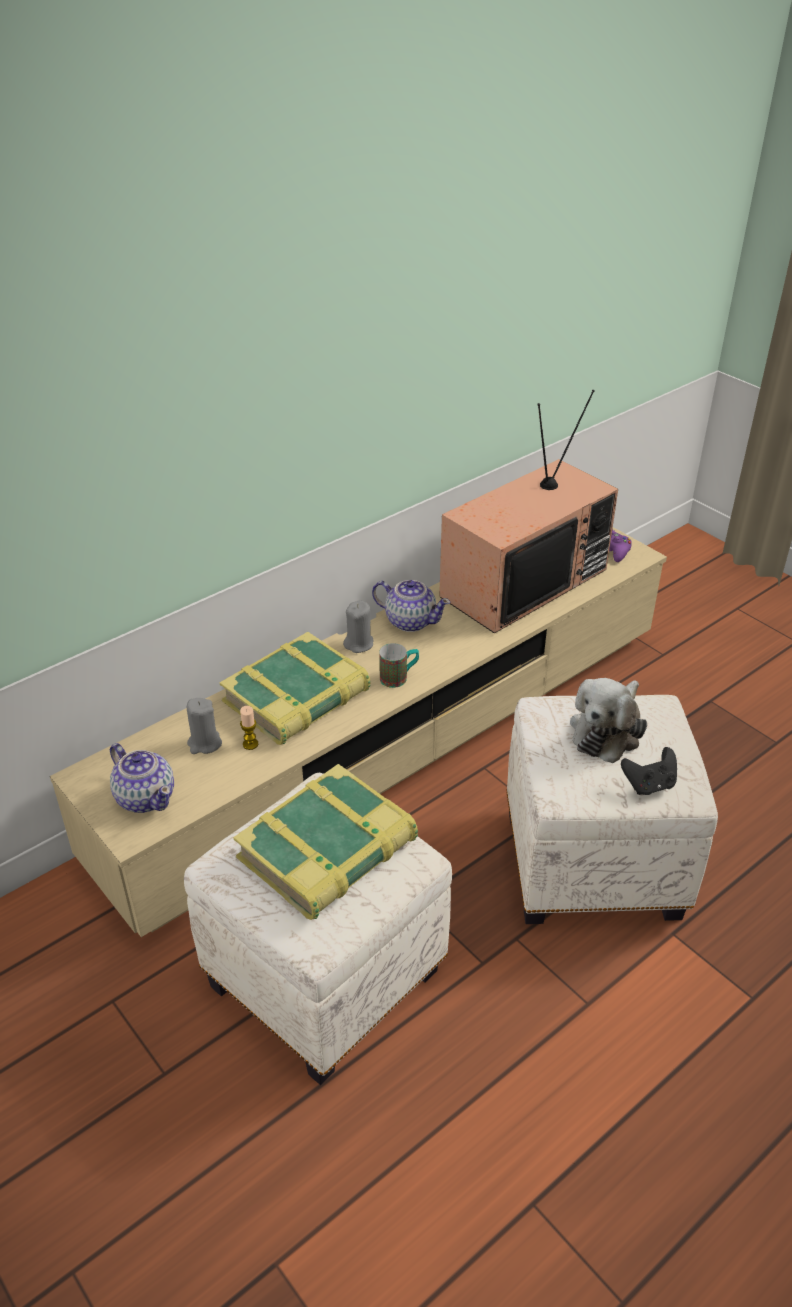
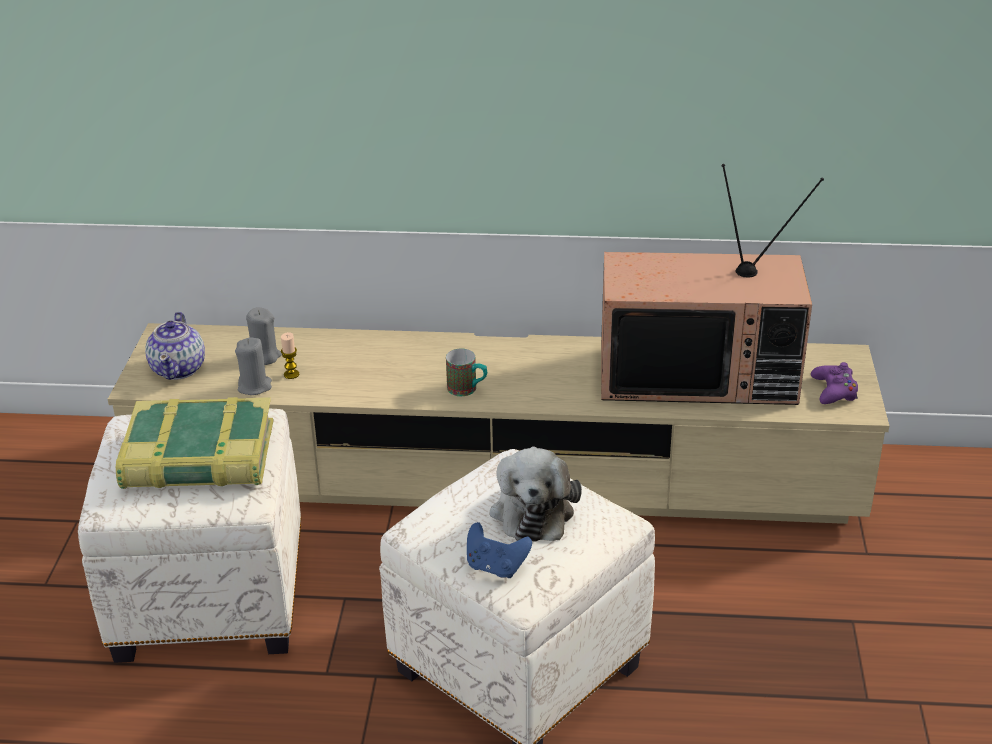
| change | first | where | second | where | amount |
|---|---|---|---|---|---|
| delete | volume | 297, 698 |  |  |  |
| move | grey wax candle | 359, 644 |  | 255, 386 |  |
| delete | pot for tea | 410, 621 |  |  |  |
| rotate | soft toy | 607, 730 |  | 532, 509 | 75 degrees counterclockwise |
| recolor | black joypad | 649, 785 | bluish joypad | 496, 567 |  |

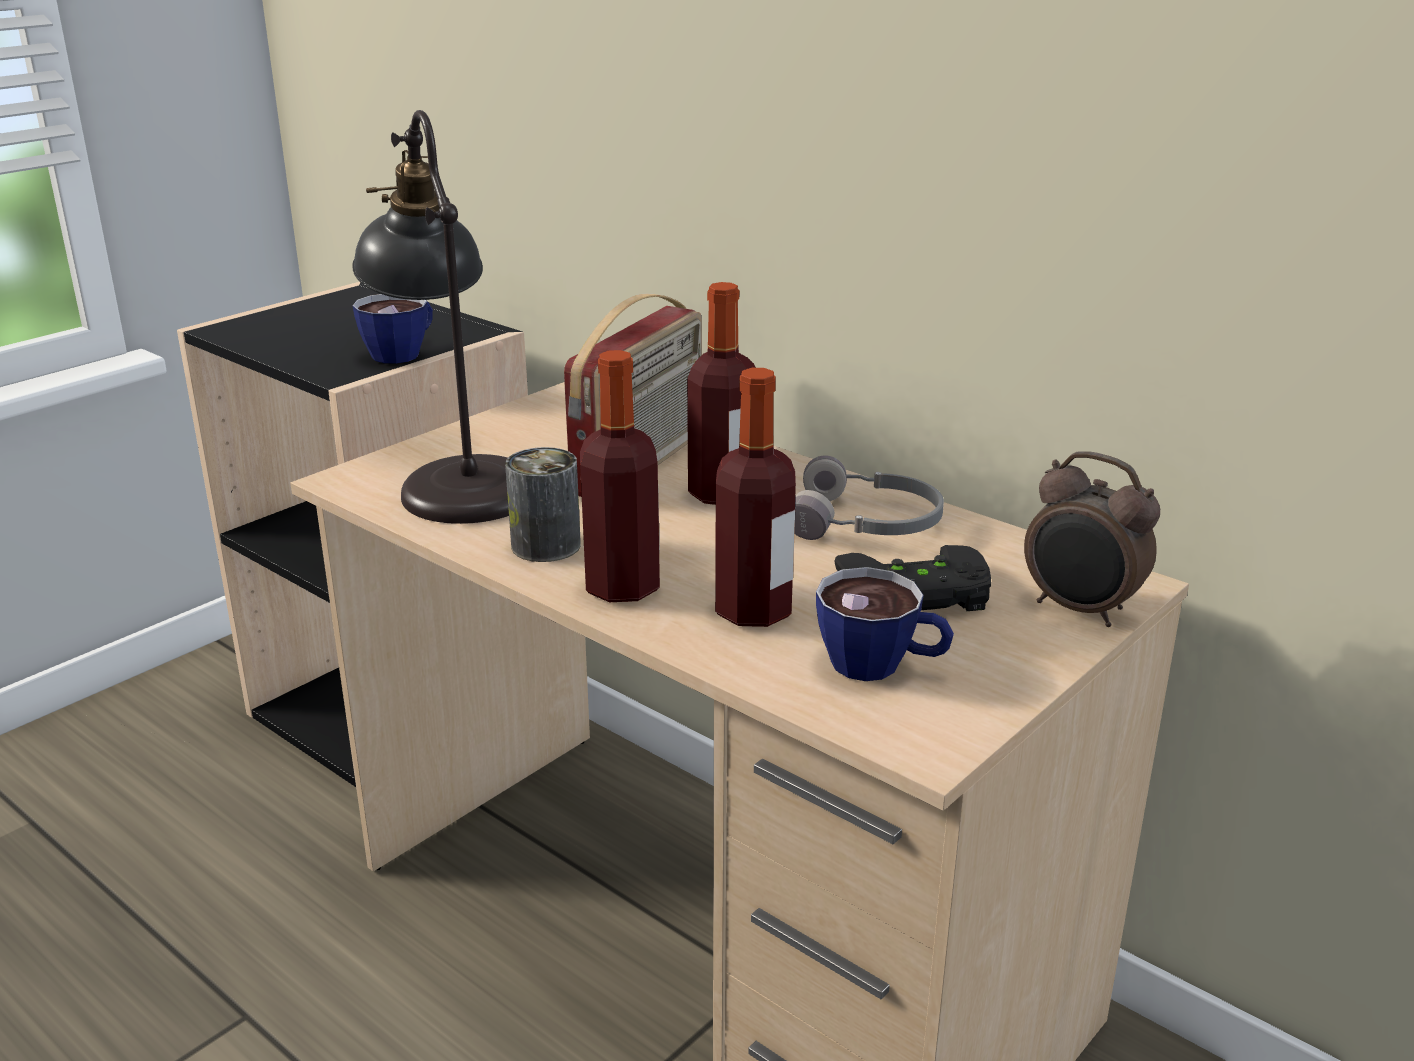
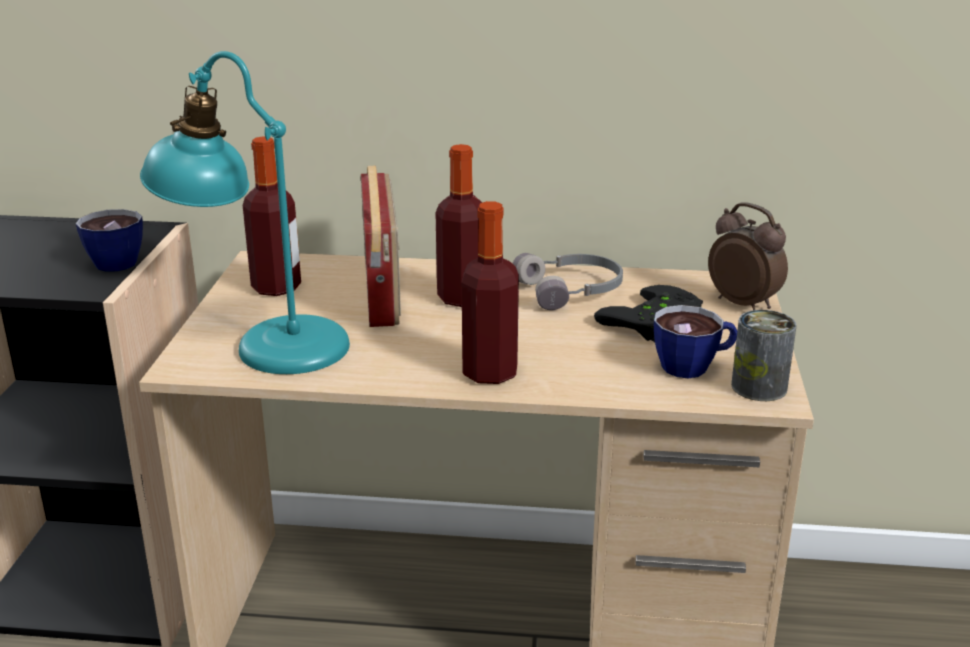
| change | first | where | second | where | amount |
|---|---|---|---|---|---|
| recolor | grey tabletop lamp | 451, 470 | turquoise tabletop lamp | 255, 336 |  |
| move | can | 546, 545 |  | 759, 387 |  |
| move | bottle | 753, 611 |  | 276, 287 |  |
| rotate | table clock | 1080, 610 |  | 743, 303 | 135 degrees counterclockwise |

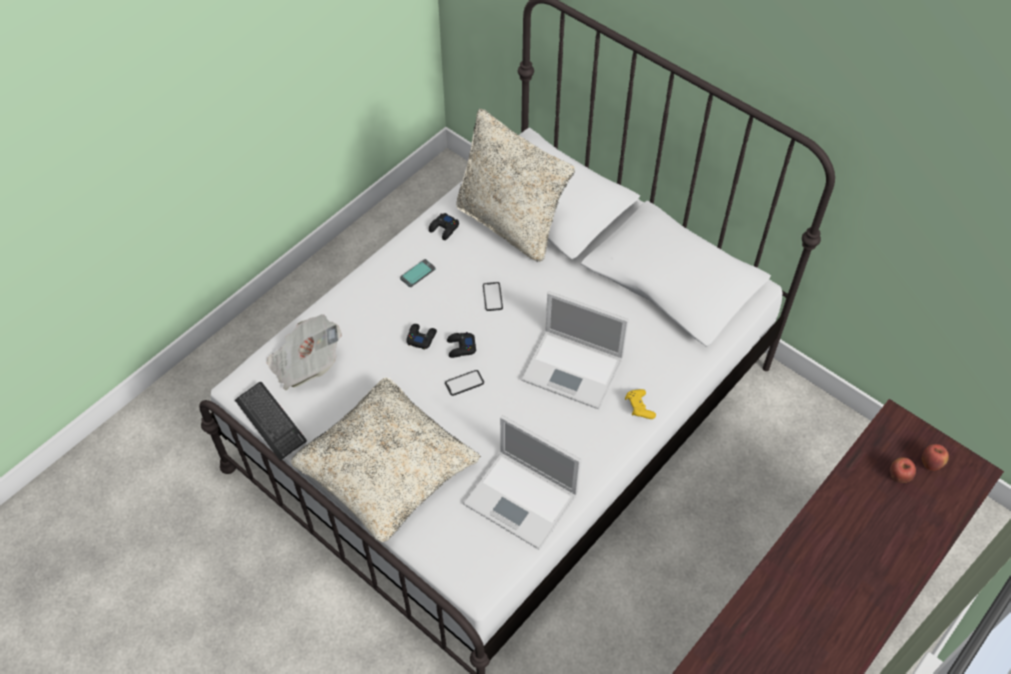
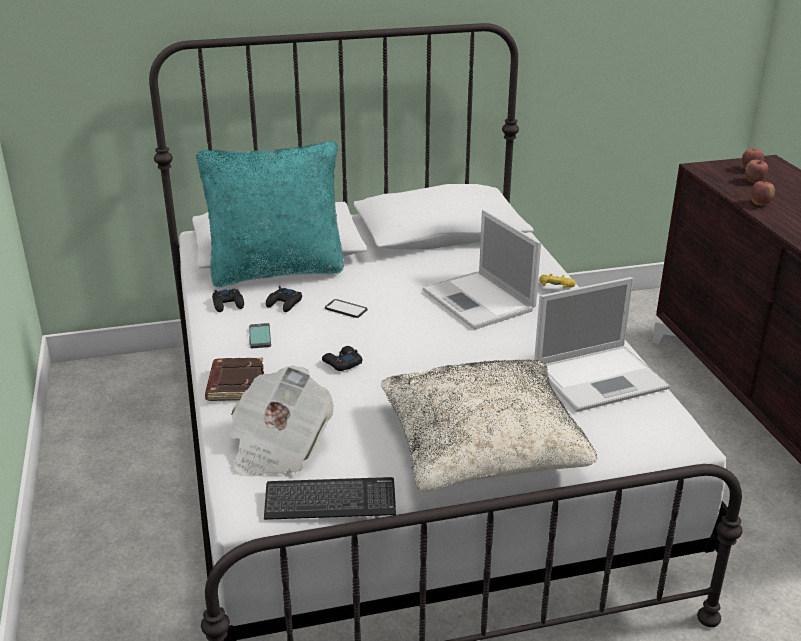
| change | first | where | second | where | amount |
|---|---|---|---|---|---|
| delete | phone | 464, 383 |  |  |  |
| move | black joypad | 461, 347 |  | 284, 304 |  |
| recolor | beige throw pillow | 510, 227 | turquoise throw pillow | 278, 273 |  |
| rotate | portable computer | 574, 369 |  | 480, 301 | 90 degrees clockwise |
| insert |  |  | brownish volume | 234, 384 |  |
| insert |  |  | whole apple | 760, 204 |  |

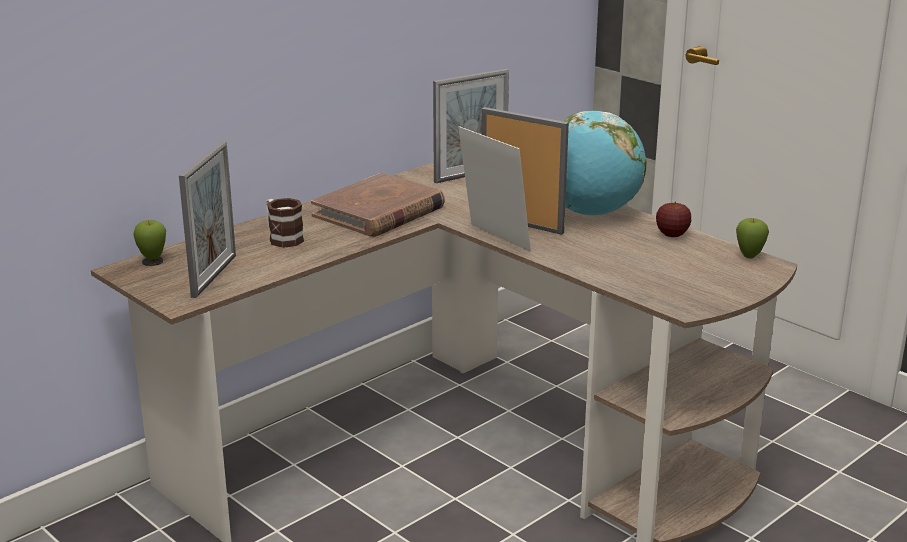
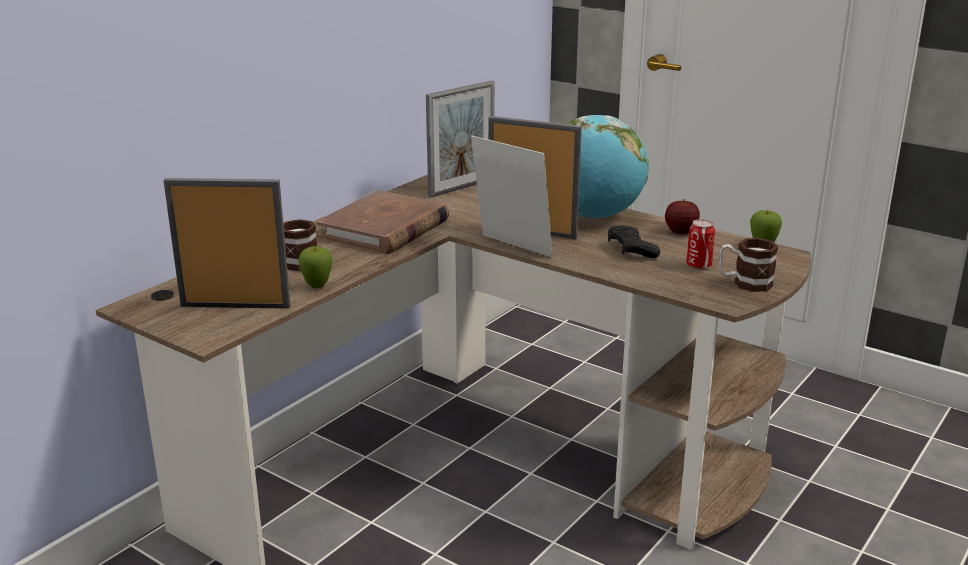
| change | first | where | second | where | amount |
|---|---|---|---|---|---|
| move | whole apple | 152, 258 |  | 317, 287 |  |
| rotate | photo frame | 214, 276 |  | 235, 306 | 90 degrees counterclockwise |
| insert |  |  | black joypad | 631, 250 |  |
| insert |  |  | can | 698, 265 |  |
| insert |  |  | tea mug | 744, 283 |  |

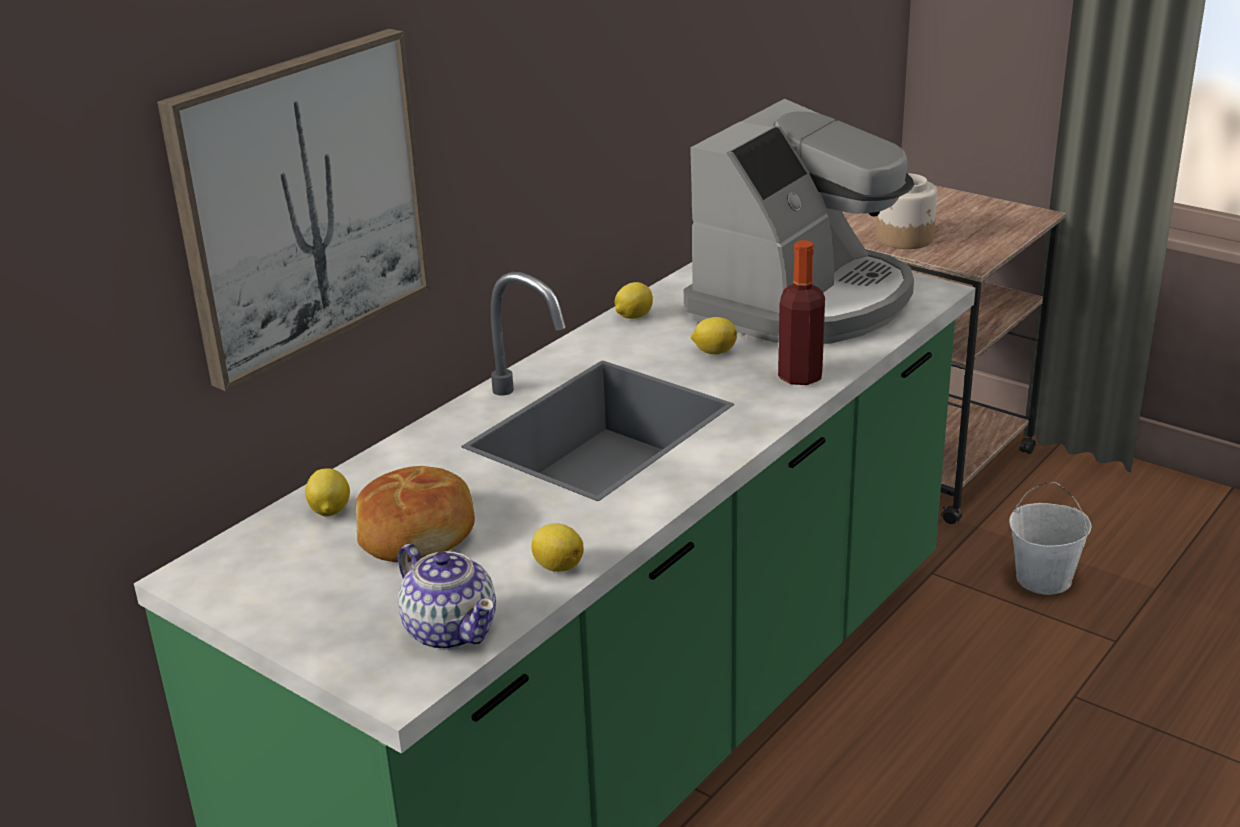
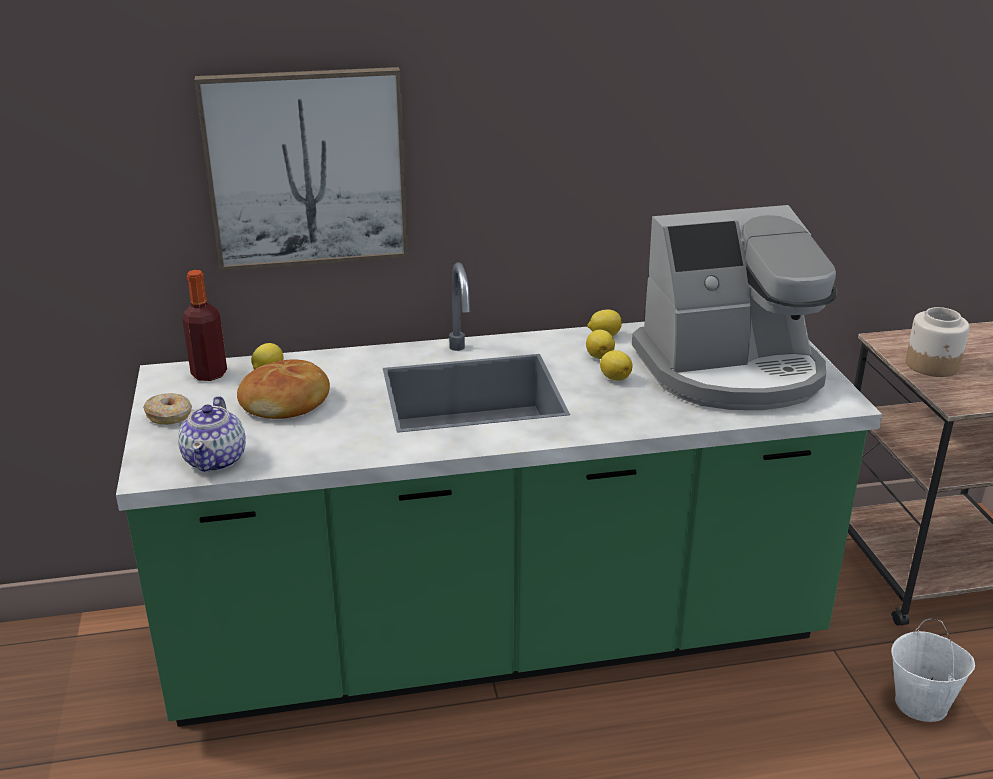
| change | first | where | second | where | amount |
|---|---|---|---|---|---|
| move | citrus fruit | 557, 566 |  | 599, 356 |  |
| move | bottle | 800, 376 |  | 209, 374 |  |
| insert |  |  | doughnut | 170, 415 |  |

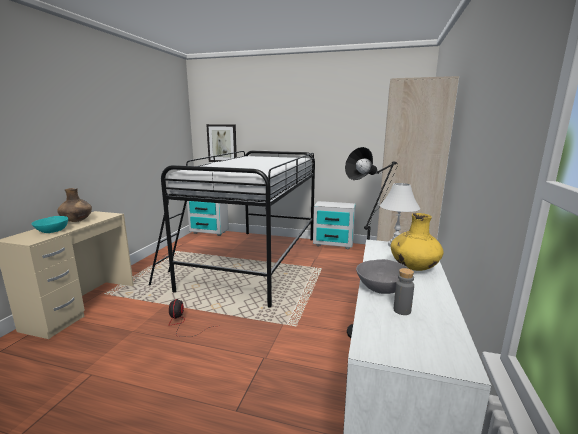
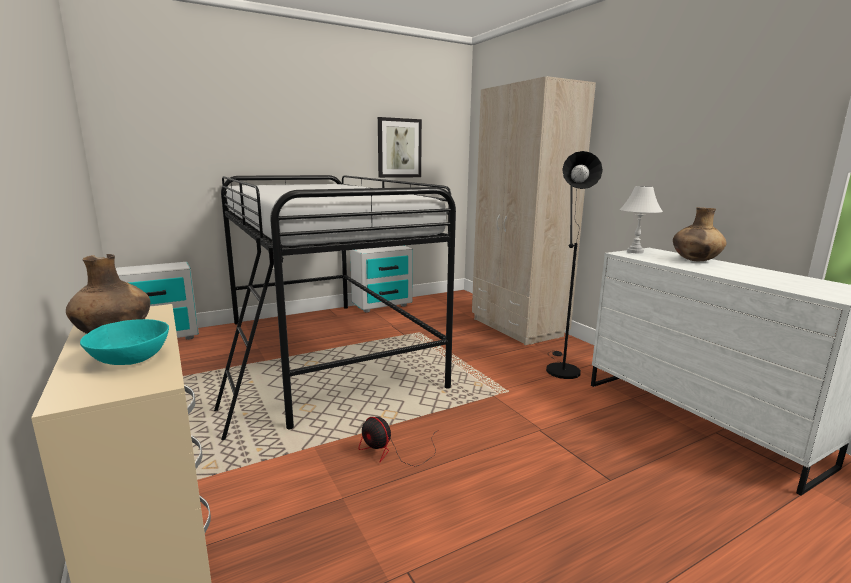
| change | first | where | second | where | amount |
|---|---|---|---|---|---|
| move | wall art | 222, 143 |  | 399, 148 |  |
| delete | grey serving bowl | 381, 288 |  |  |  |
| recolor | yellowish vase | 413, 268 | brownish vase | 695, 261 |  |
| delete | grey bottle | 402, 310 |  |  |  |

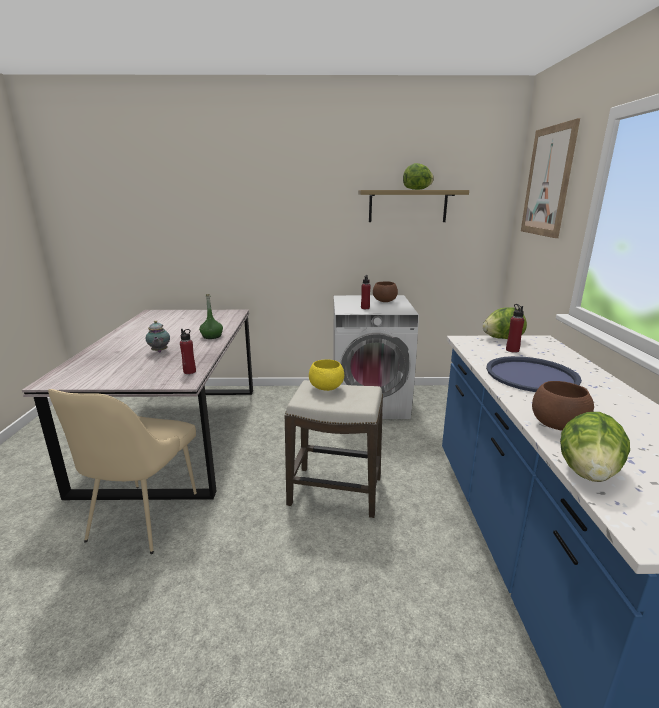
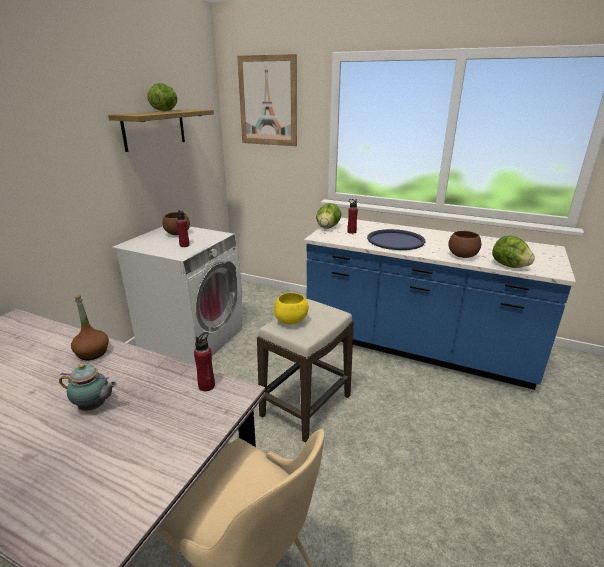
| change | first | where | second | where | amount |
|---|---|---|---|---|---|
| recolor | green-coloured bottle | 211, 336 | brownish bottle | 92, 353 |  |

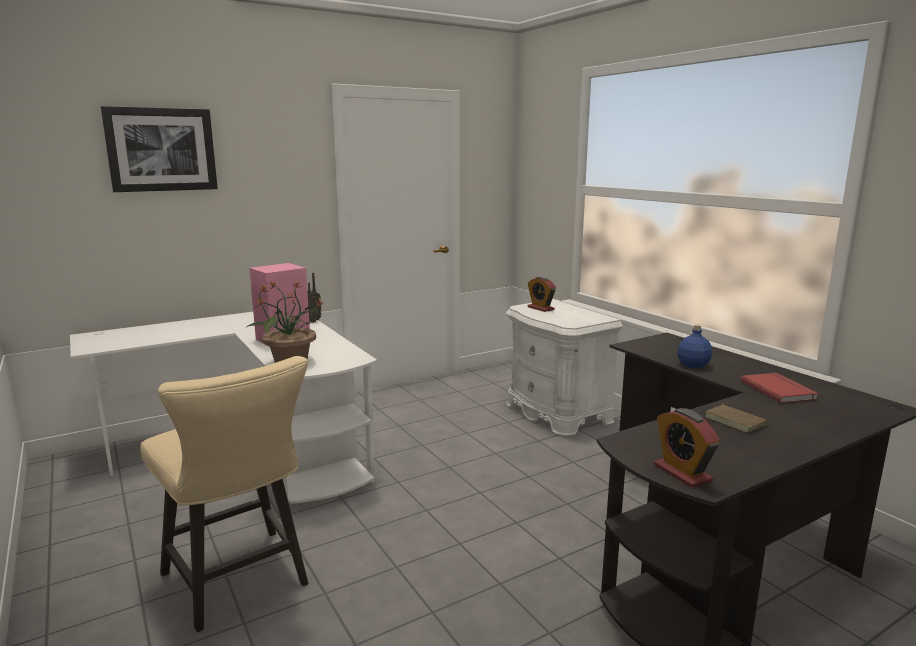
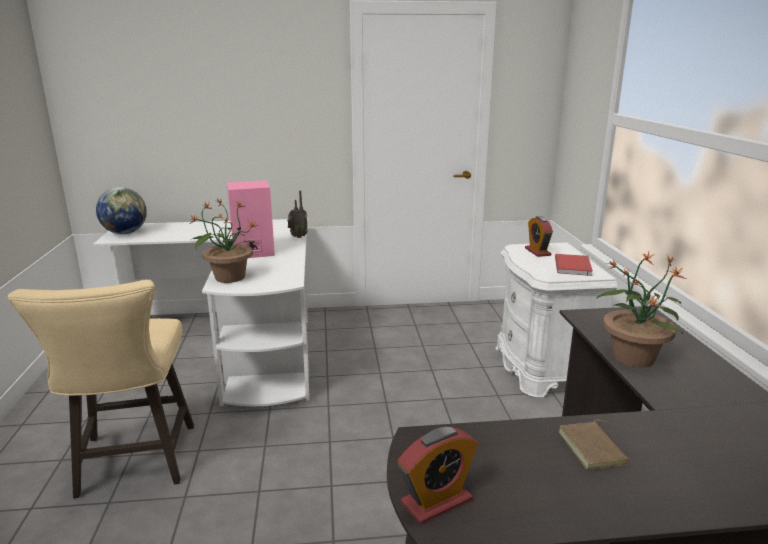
| change | first | where | second | where | amount |
|---|---|---|---|---|---|
| delete | wall art | 161, 150 |  |  |  |
| rotate | table clock | 682, 473 |  | 436, 501 | 120 degrees counterclockwise |
| replace | bluish bottle | 693, 365 | potted plant | 633, 357 |  |
| move | red volume | 779, 390 |  | 574, 266 |  |
| insert |  |  | world globe | 125, 233 |  |

